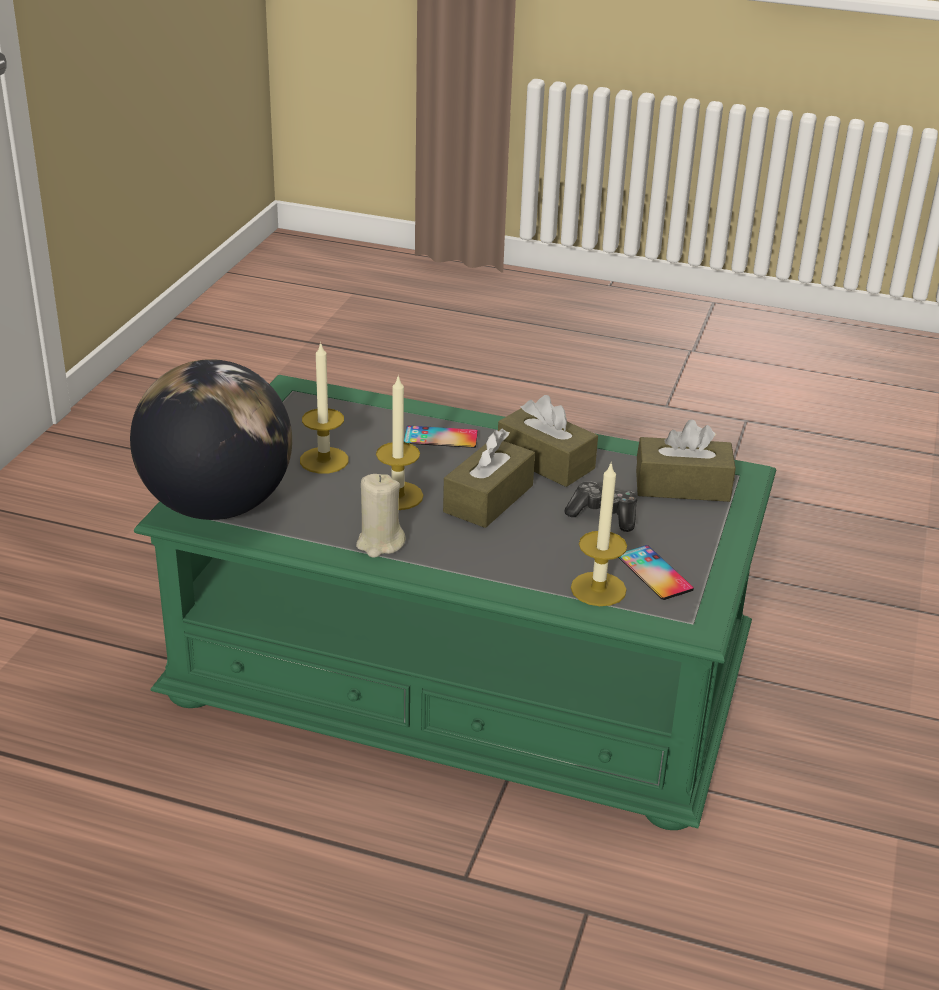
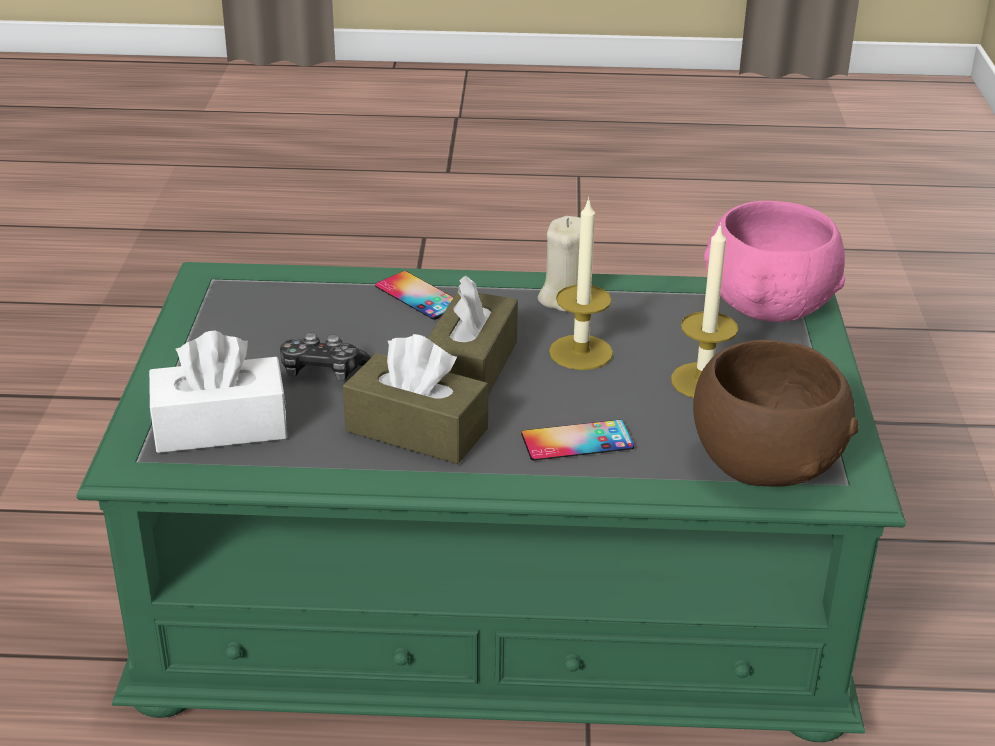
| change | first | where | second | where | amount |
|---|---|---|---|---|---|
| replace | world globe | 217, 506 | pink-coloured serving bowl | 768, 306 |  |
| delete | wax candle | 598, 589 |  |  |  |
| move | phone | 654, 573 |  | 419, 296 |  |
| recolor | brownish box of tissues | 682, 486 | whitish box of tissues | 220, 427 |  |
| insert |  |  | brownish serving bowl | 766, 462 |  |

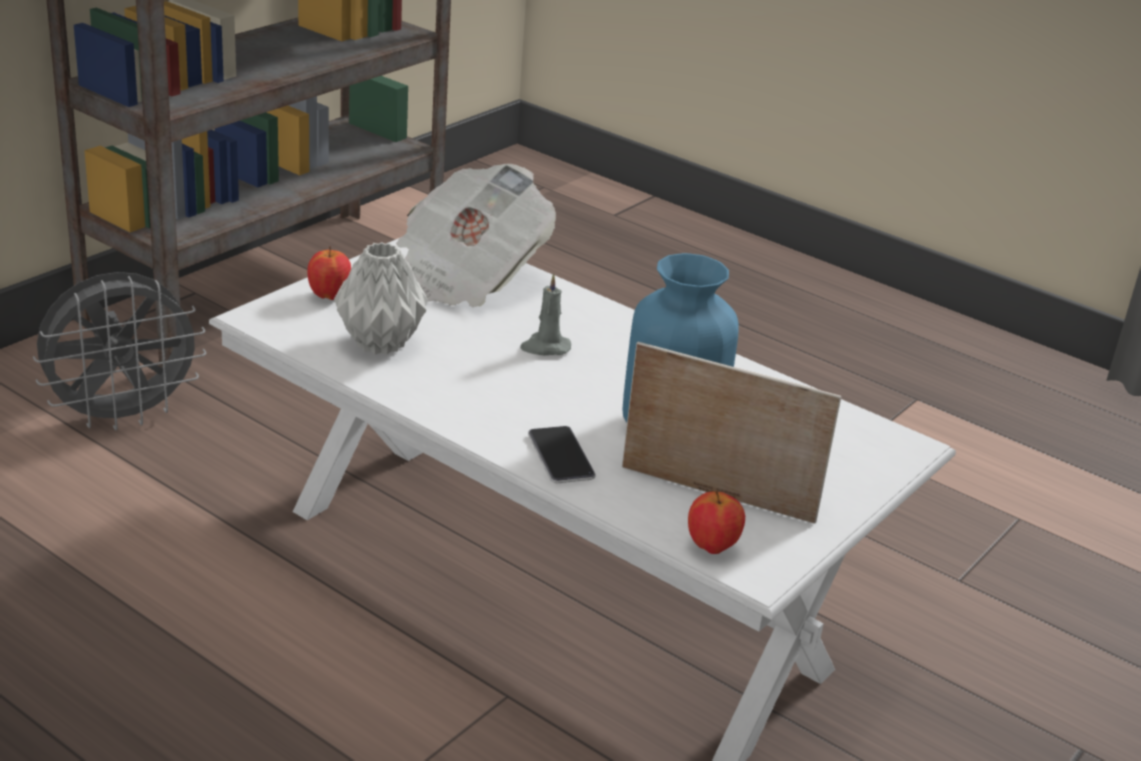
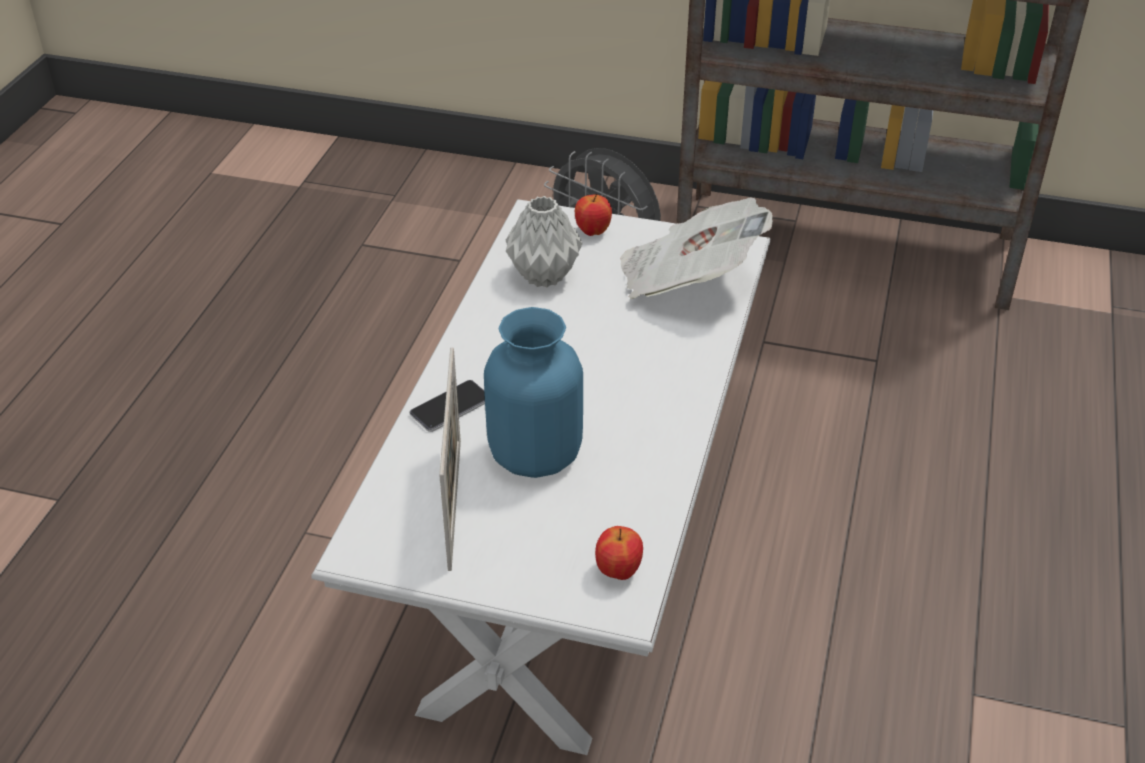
| change | first | where | second | where | amount |
|---|---|---|---|---|---|
| delete | grey wax candle | 545, 347 |  |  |  |
| move | whole apple | 712, 547 |  | 618, 572 |  |

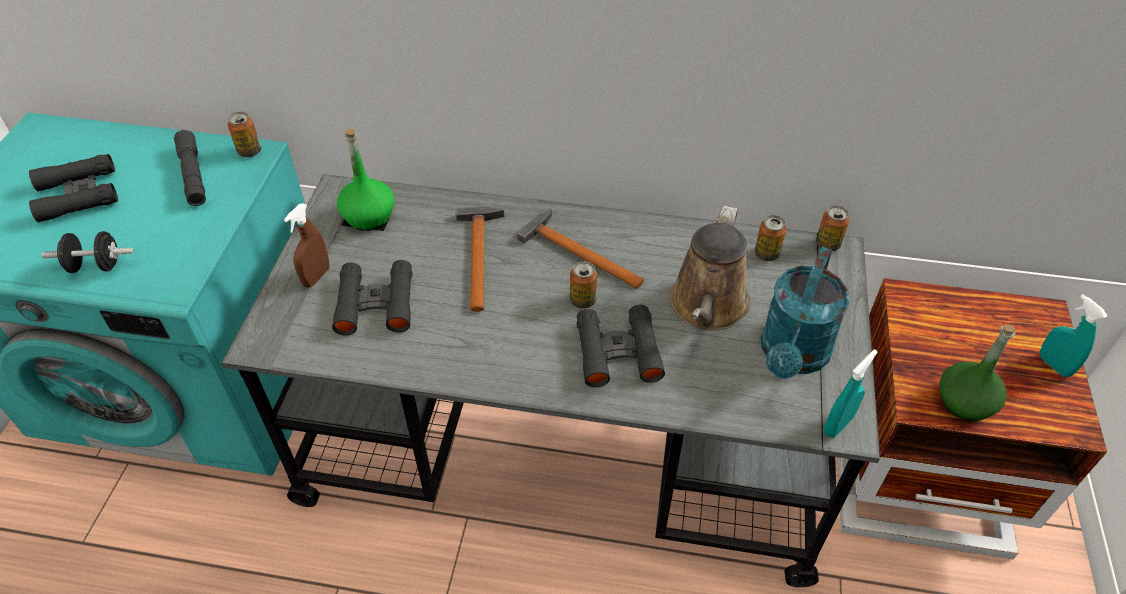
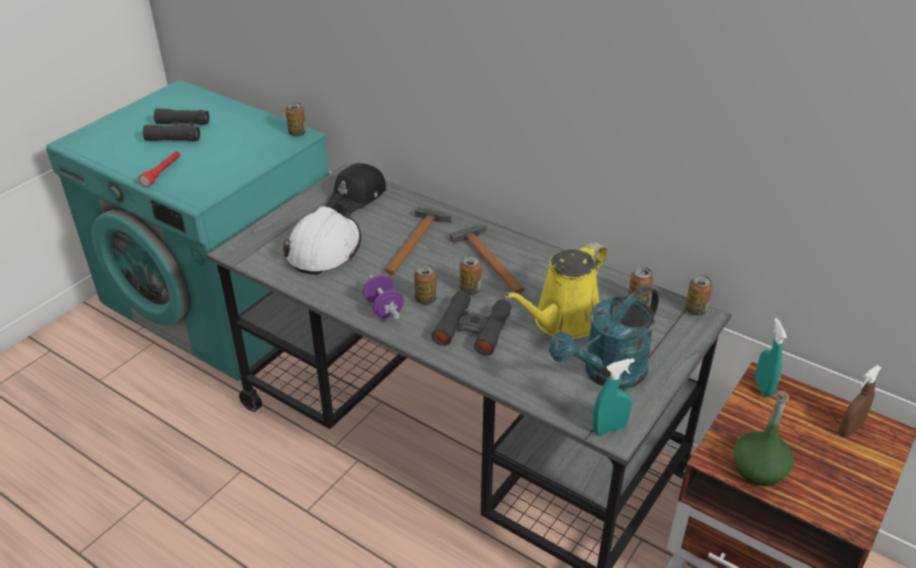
| change | first | where | second | where | amount |
|---|---|---|---|---|---|
| replace | black hand weight | 96, 266 | red torch | 162, 173 |  |
| delete | grey torch | 193, 175 |  |  |  |
| move | brownish spray bottle | 316, 277 |  | 849, 429 |  |
| replace | black pair of binoculars | 375, 304 | whitish safety helmet | 325, 250 |  |
| replace | green-coloured bottle | 369, 216 | black peaked cap | 356, 197 |  |
| recolor | brownish watering can | 707, 307 | yellowish watering can | 562, 322 |  |
| move | turquoise spray bottle | 1054, 365 |  | 763, 387 |  |
| insert |  |  | purplish hand weight | 383, 309 |  |
| insert |  |  | can | 425, 299 |  |

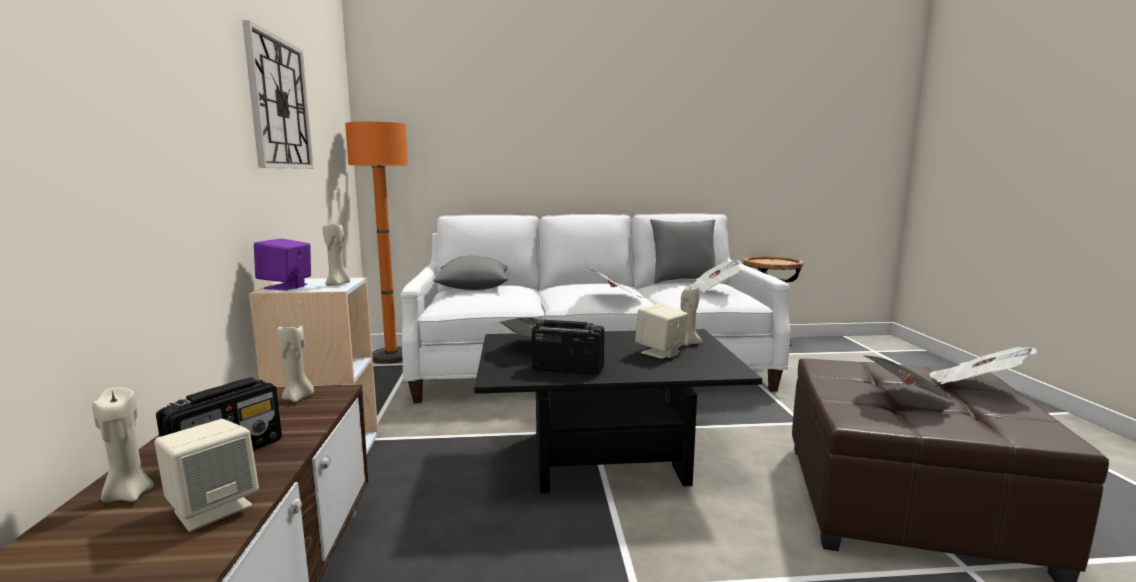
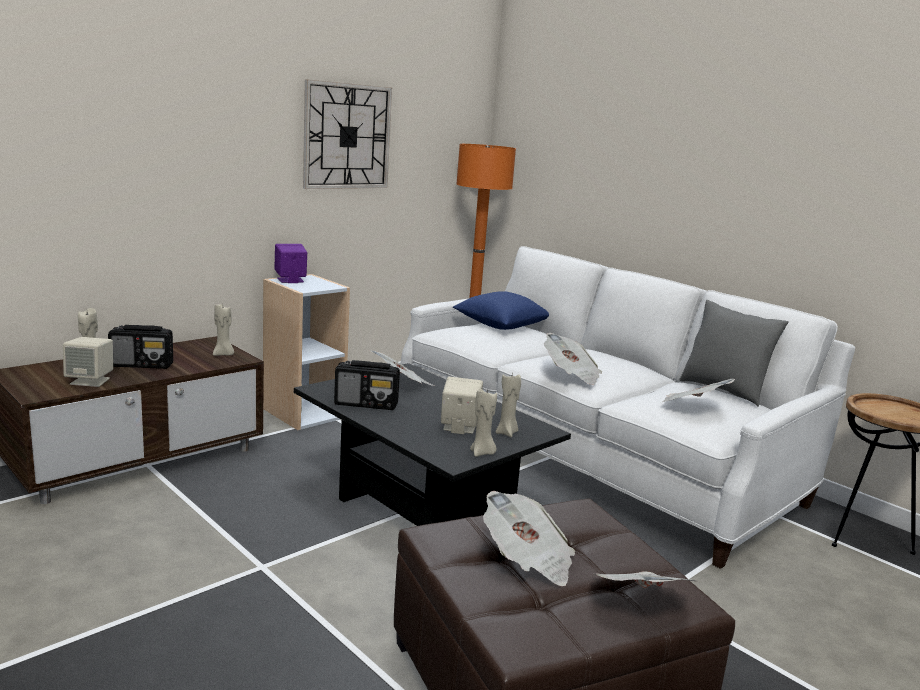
| change | first | where | second | where | amount |
|---|---|---|---|---|---|
| move | beige wax candle | 338, 284 |  | 482, 453 |  |
| recolor | grey throw pillow | 473, 288 | bluish throw pillow | 501, 326 |  |
| rotate | radio set | 567, 369 |  | 366, 404 | 120 degrees clockwise |

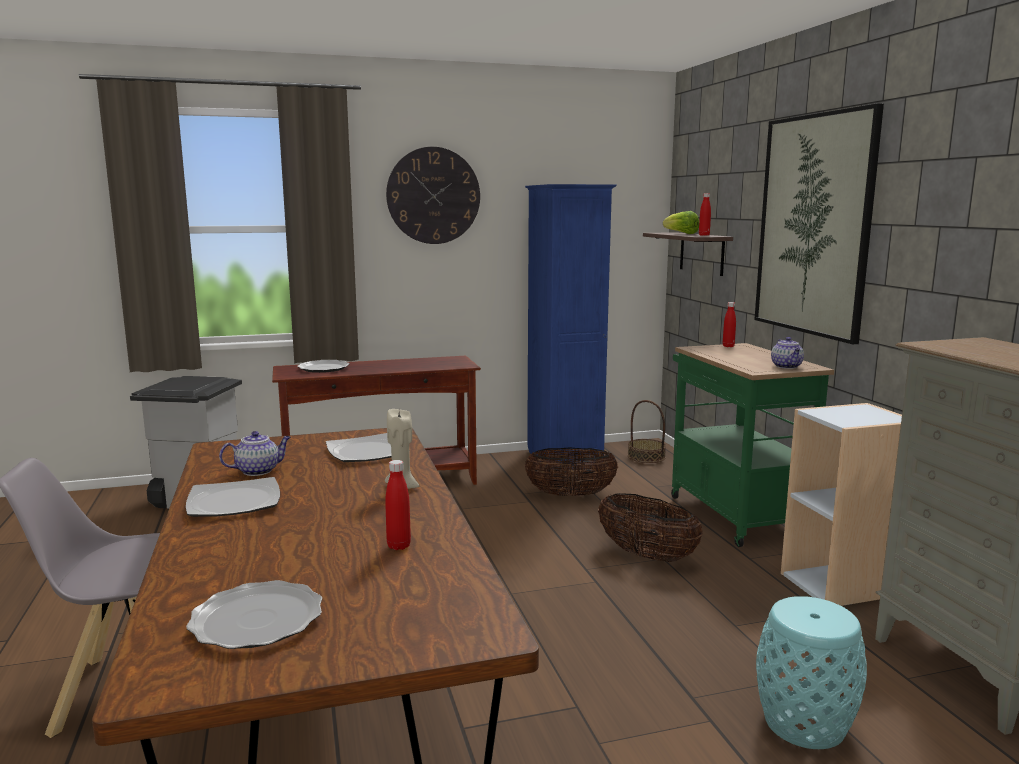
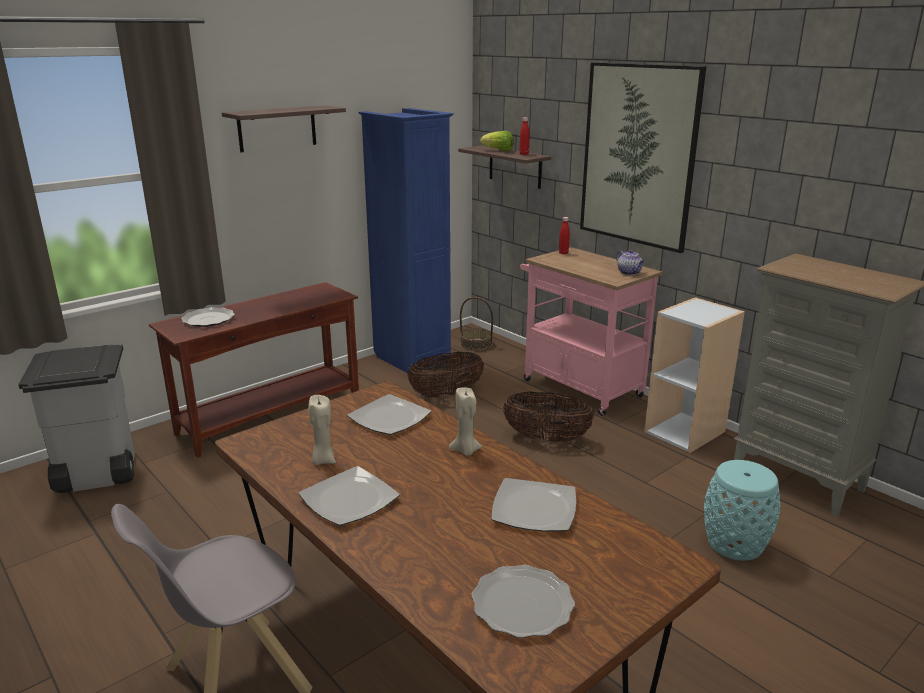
| change | first | where | second | where | amount |
|---|---|---|---|---|---|
| replace | pot for tea | 258, 471 | beige wax candle | 323, 460 |  |
| replace | red bottle | 398, 546 | plate | 535, 508 |  |
| replace | hanging clock | 433, 196 | shelf | 277, 128 |  |
| recolor | green-coloured cart | 733, 515 | pink-coloured cart | 579, 387 |  |

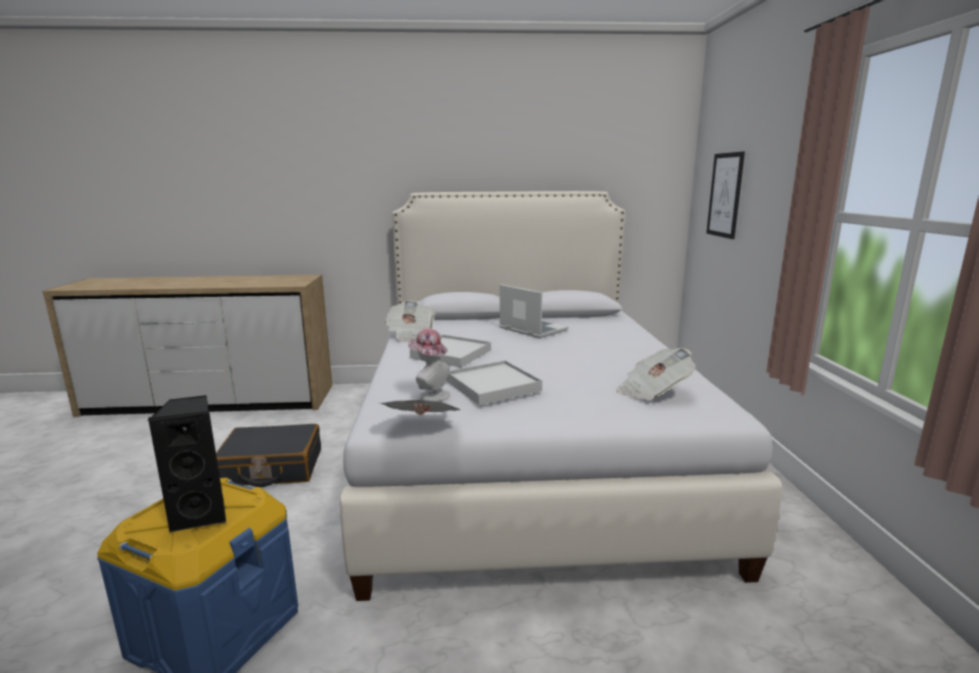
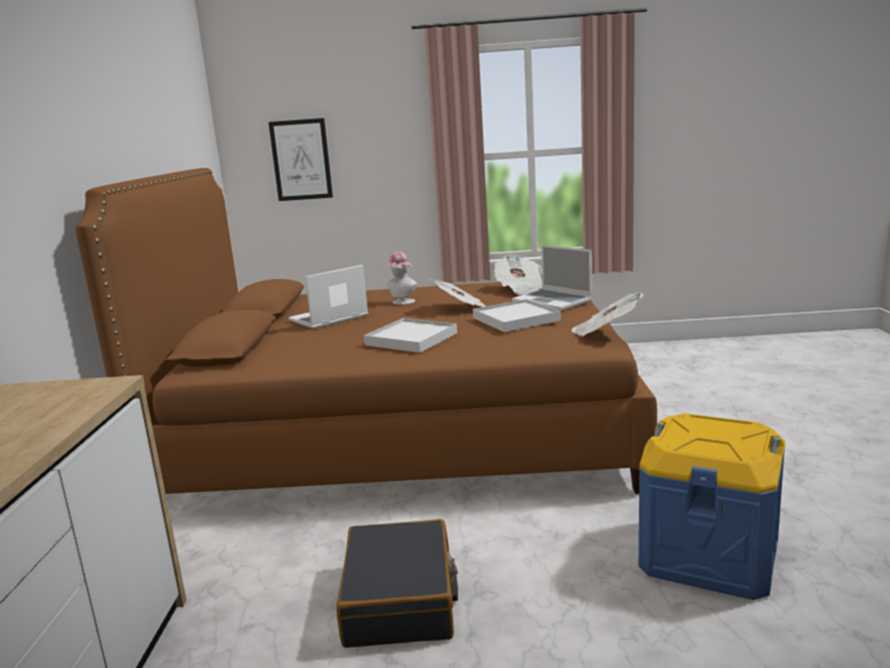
| change | first | where | second | where | amount |
|---|---|---|---|---|---|
| delete | black audio speaker | 203, 515 |  |  |  |
| recolor | whitish bed | 525, 452 | brownish bed | 403, 433 |  |
| move | printed paper | 410, 335 |  | 462, 309 |  |
| move | wearable hat | 430, 395 |  | 402, 302 |  |
| insert |  |  | portable computer | 553, 301 |  |

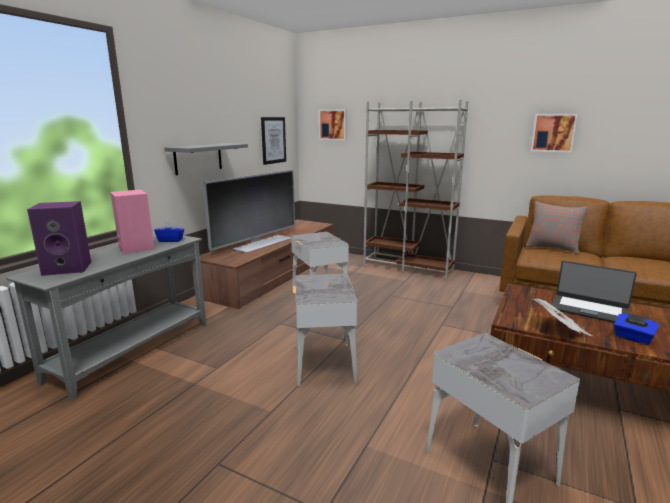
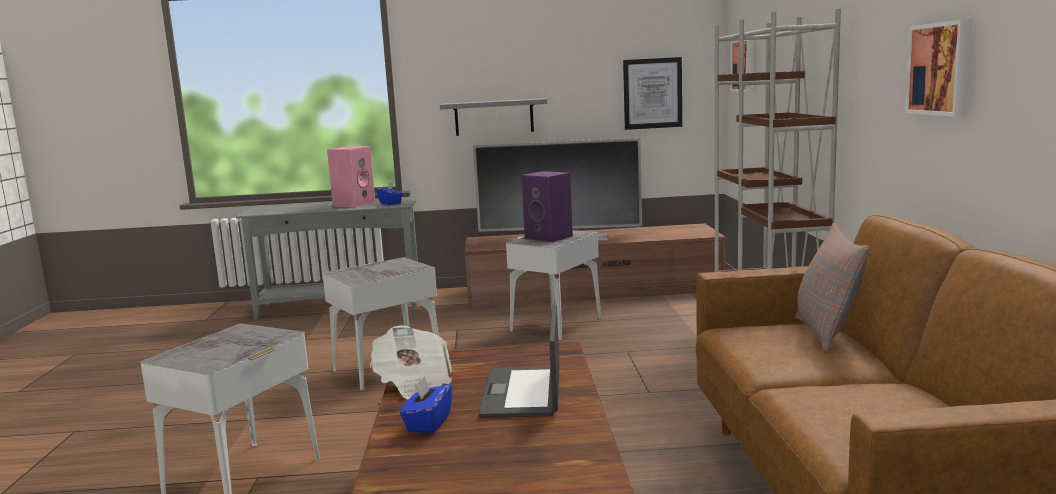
| change | first | where | second | where | amount |
|---|---|---|---|---|---|
| move | purplish audio speaker | 68, 268 |  | 550, 237 |  |

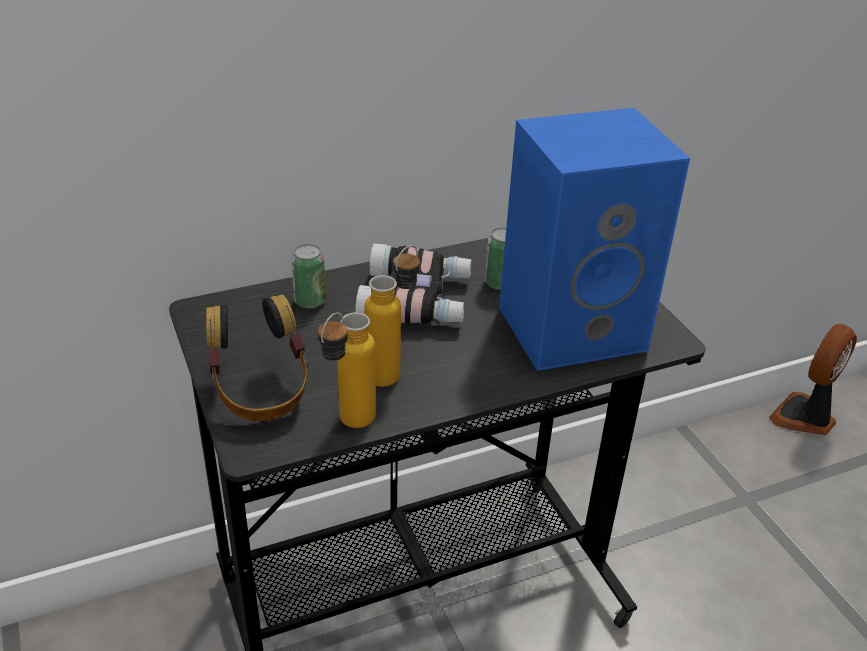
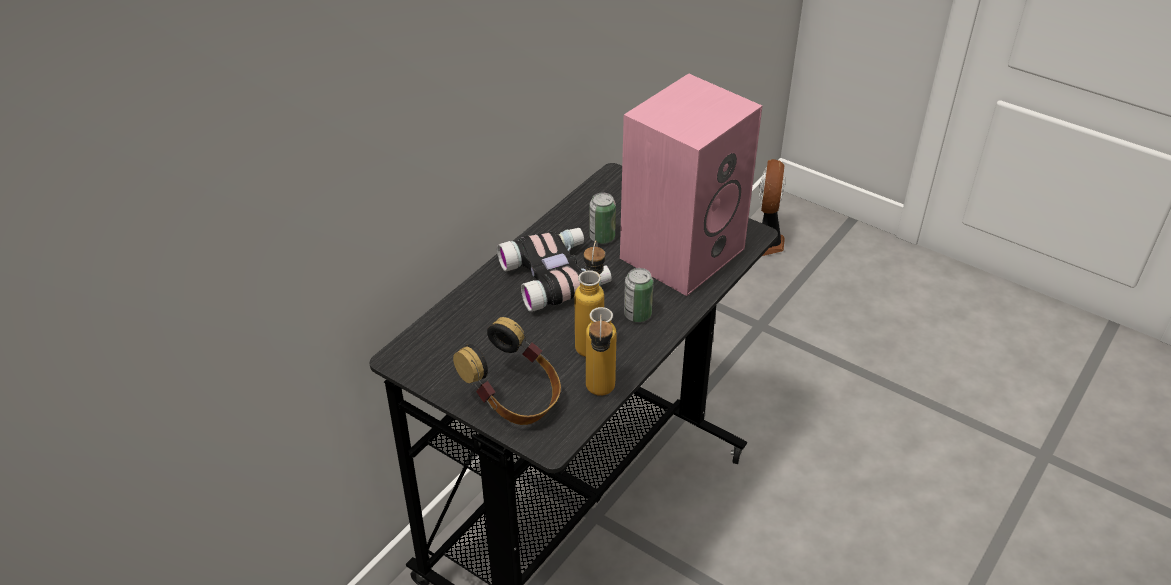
| change | first | where | second | where | amount |
|---|---|---|---|---|---|
| move | can | 310, 301 |  | 637, 315 |  |
| recolor | bluish audio speaker | 573, 326 | pink-coloured audio speaker | 682, 251 |  |

